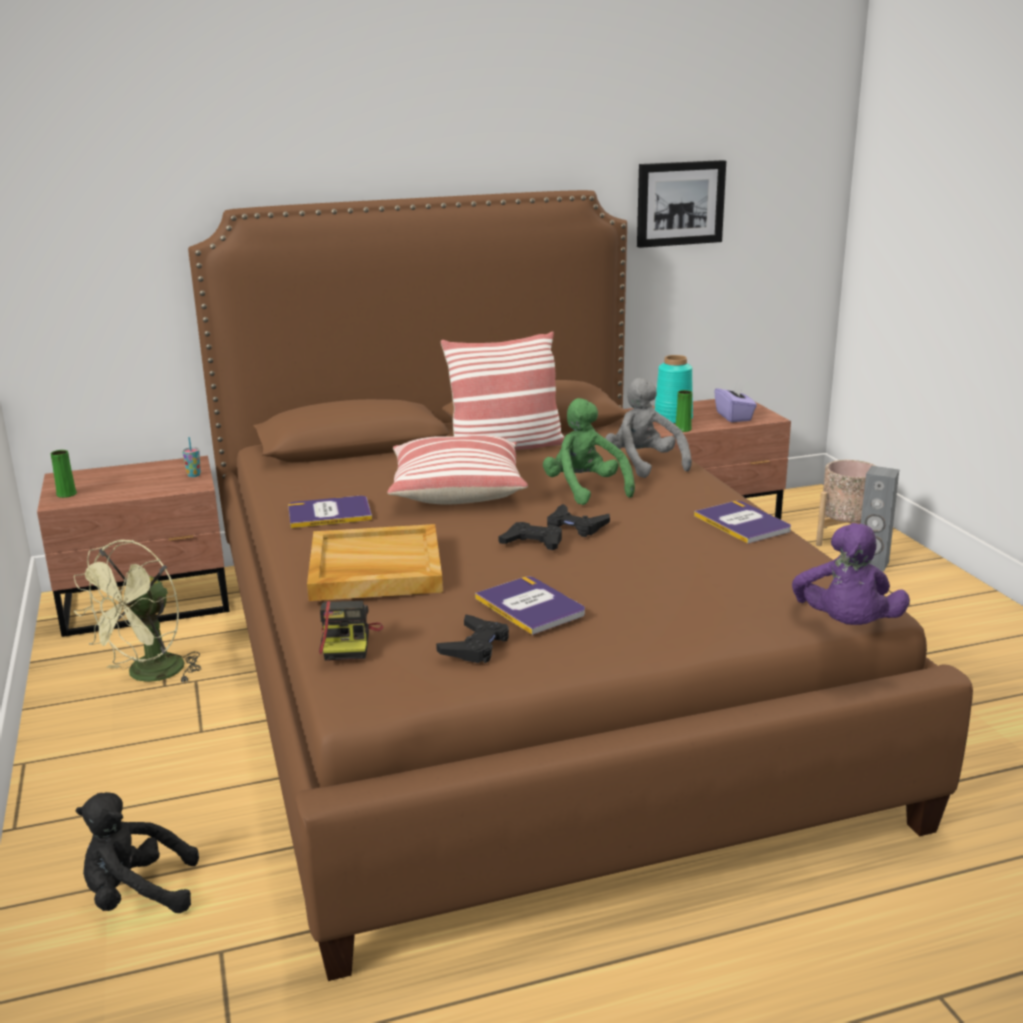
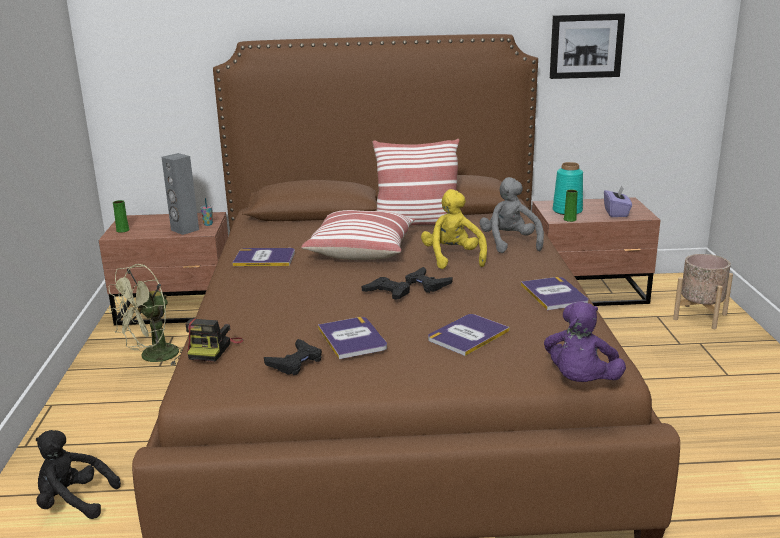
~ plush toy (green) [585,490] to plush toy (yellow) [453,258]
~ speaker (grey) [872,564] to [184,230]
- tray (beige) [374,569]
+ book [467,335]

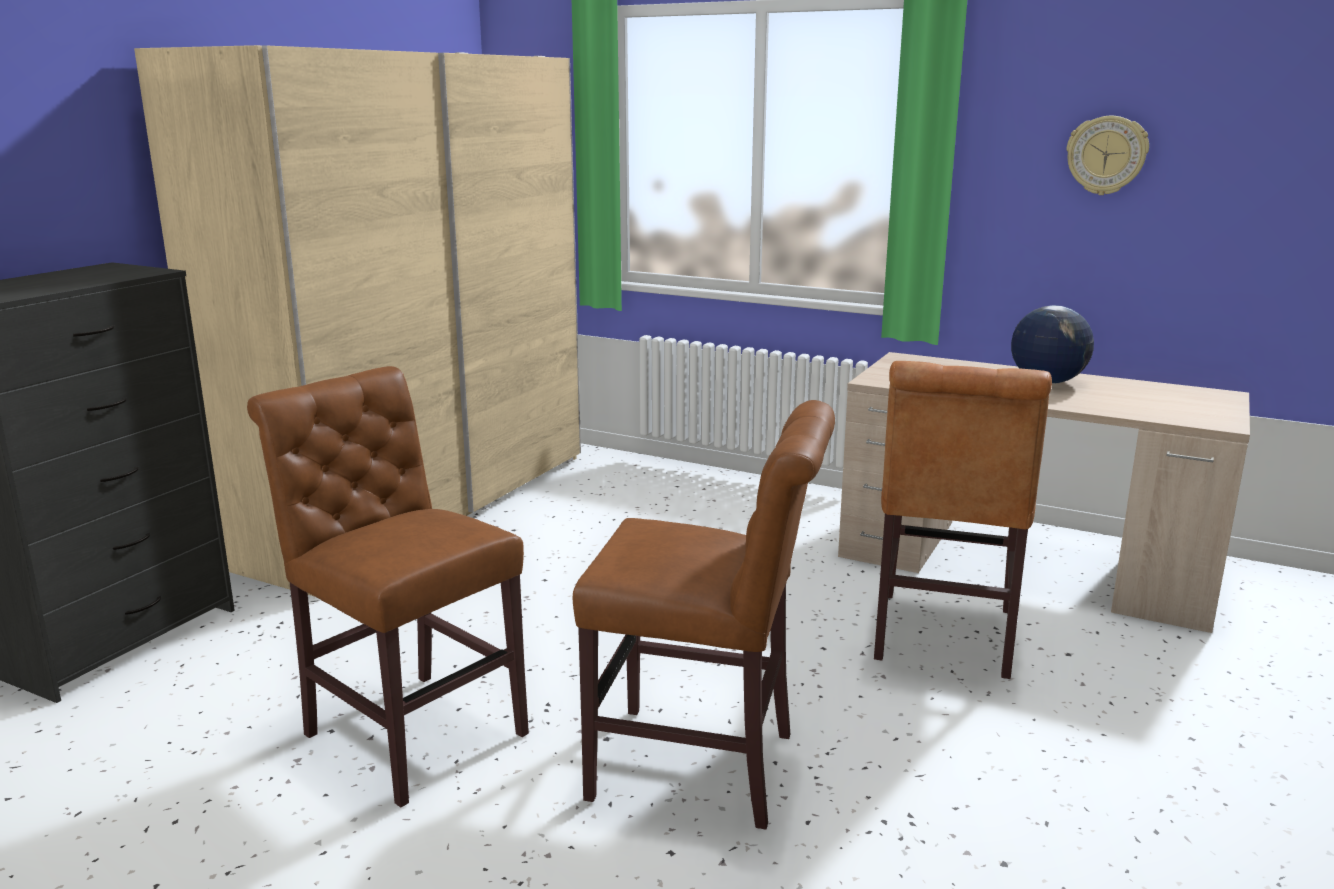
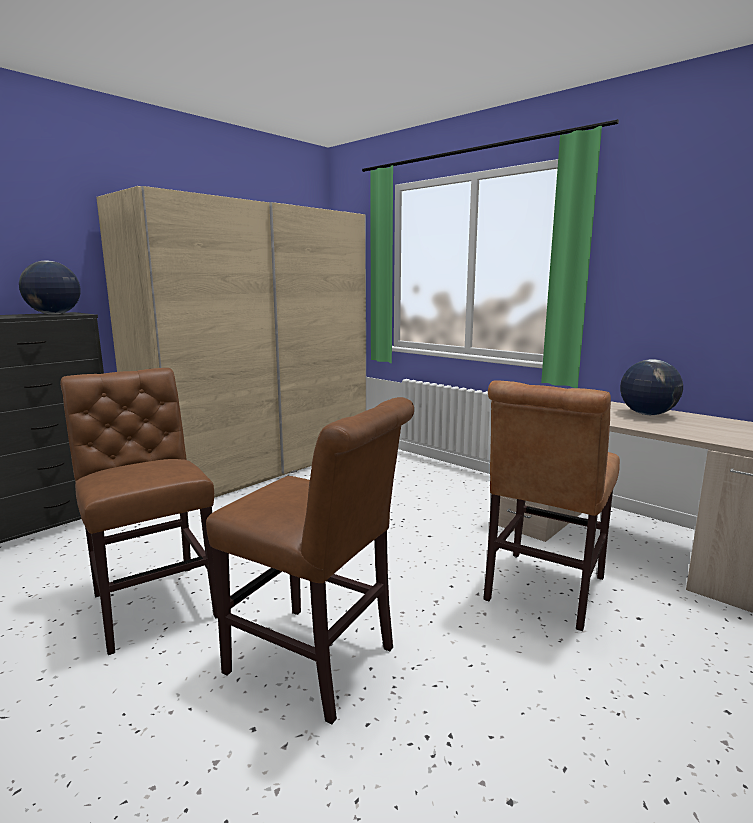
- wall clock [1106,155]
+ globe [53,314]

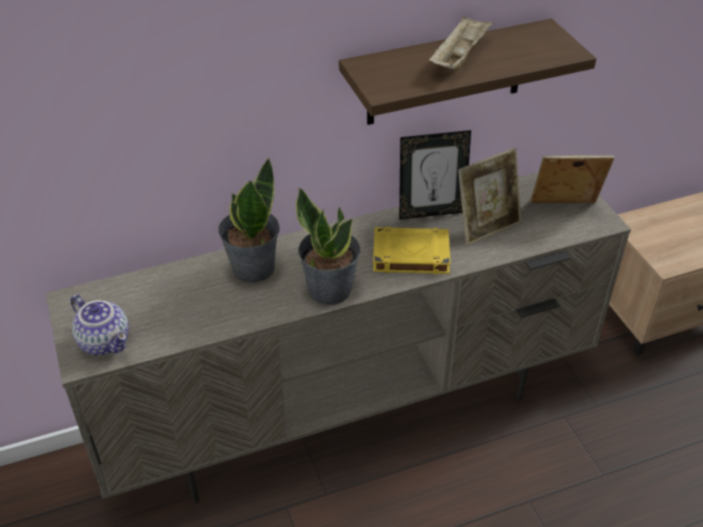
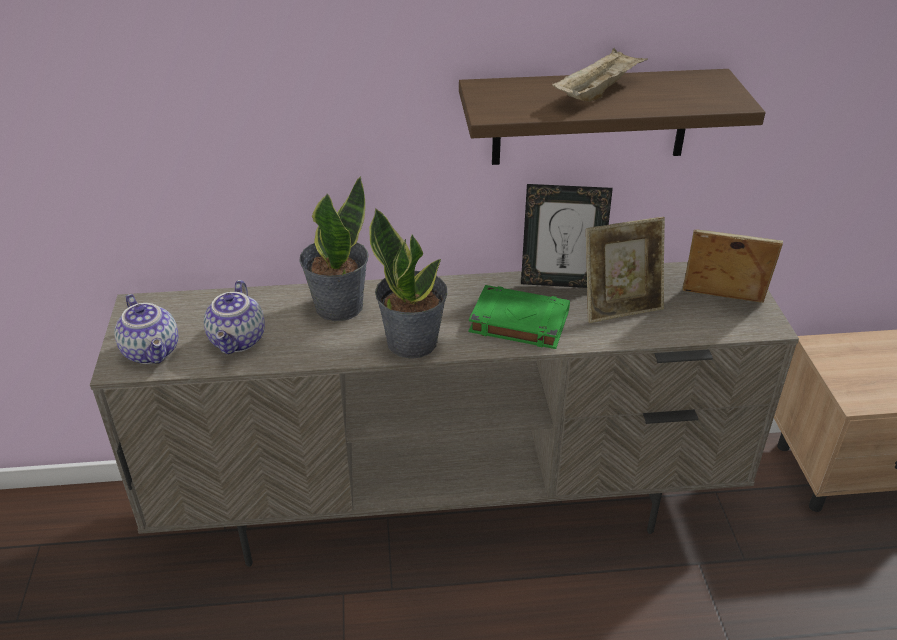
~ book (yellow) [410,255] to book (green) [518,322]
+ teapot [239,340]

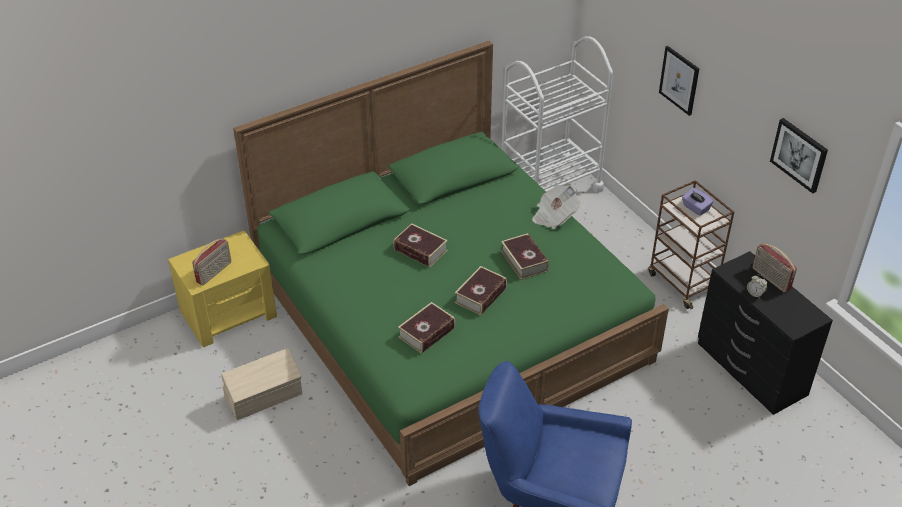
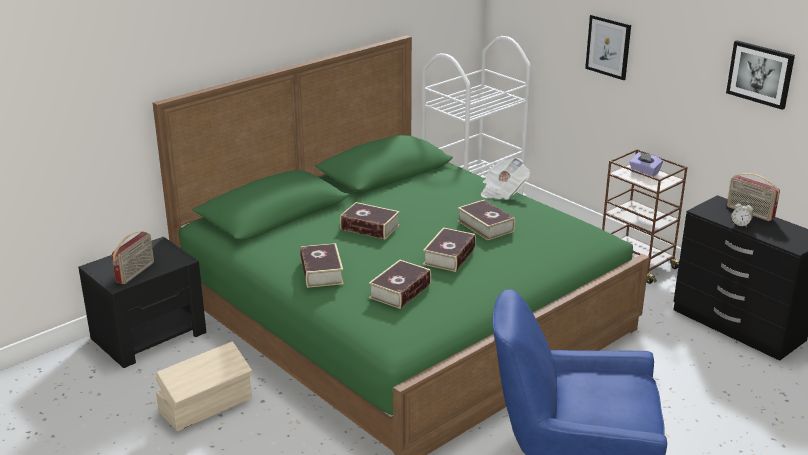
~ nightstand (yellow) [229,313] to nightstand (black) [149,335]
+ book [321,272]

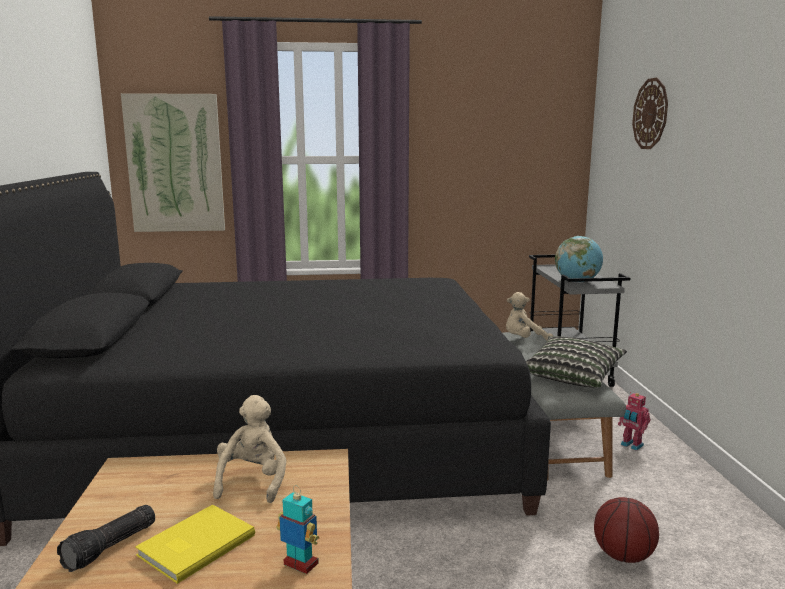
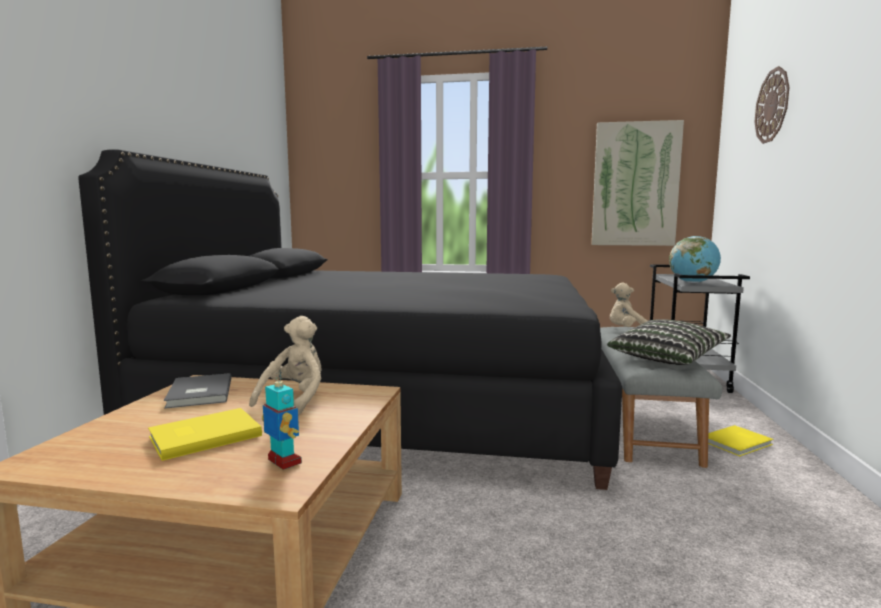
~ picture [175,163] to [635,184]
~ toy robot [631,445] to book (yellow) [738,443]
- basketball [622,555]
- flashlight [111,548]
+ book (grey) [198,394]

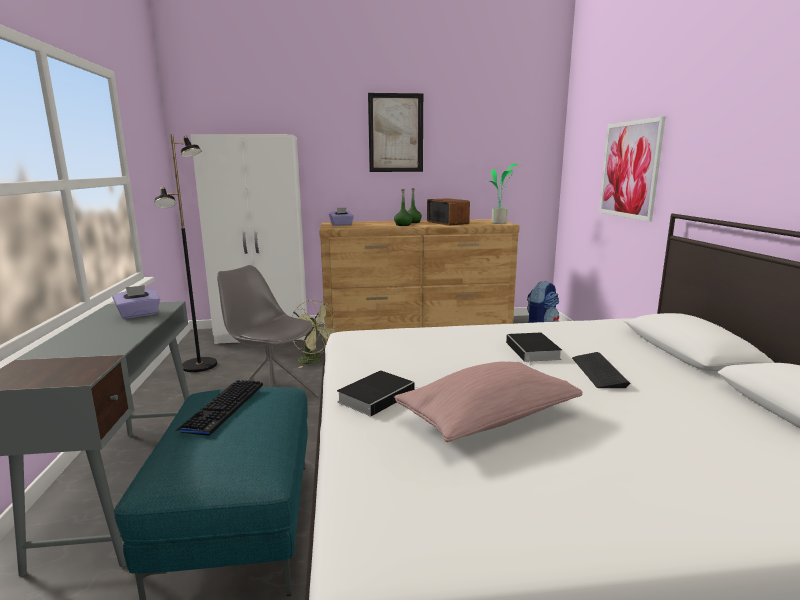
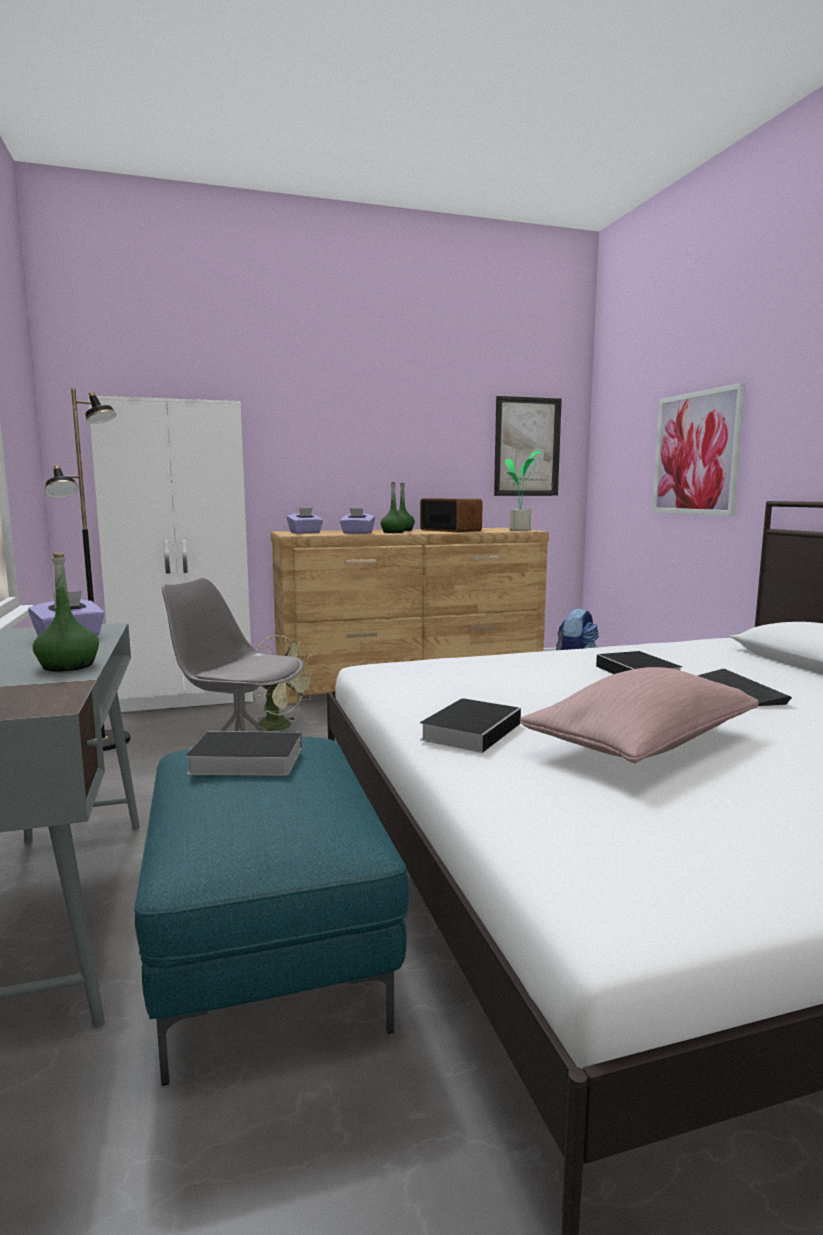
~ picture [395,133] to [527,447]
~ keyboard [223,407] to book [242,761]
+ tissue box (purple) [357,533]
+ bottle (green) [68,666]

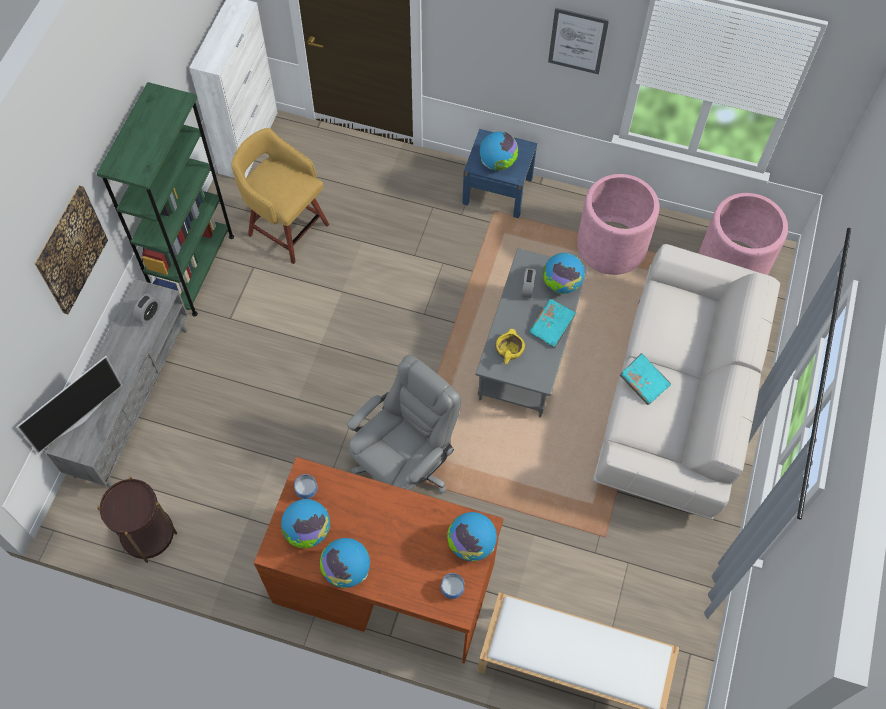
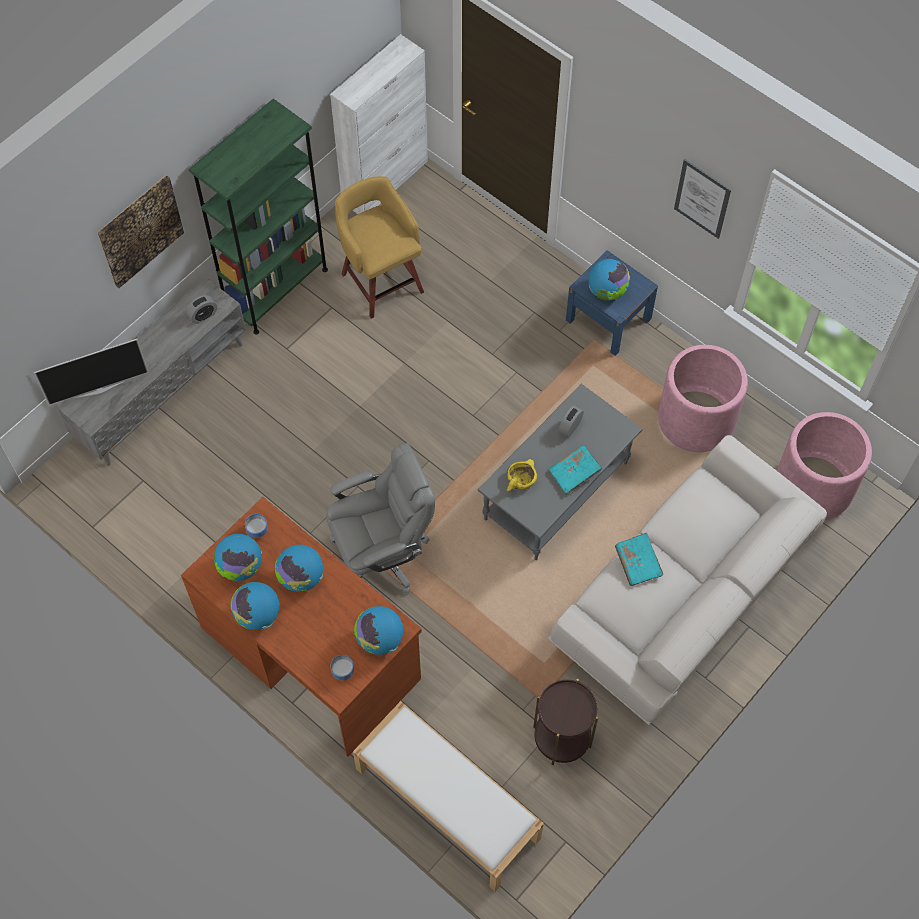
~ globe [561,284] to [301,578]
~ side table (brown) [148,535] to [562,737]

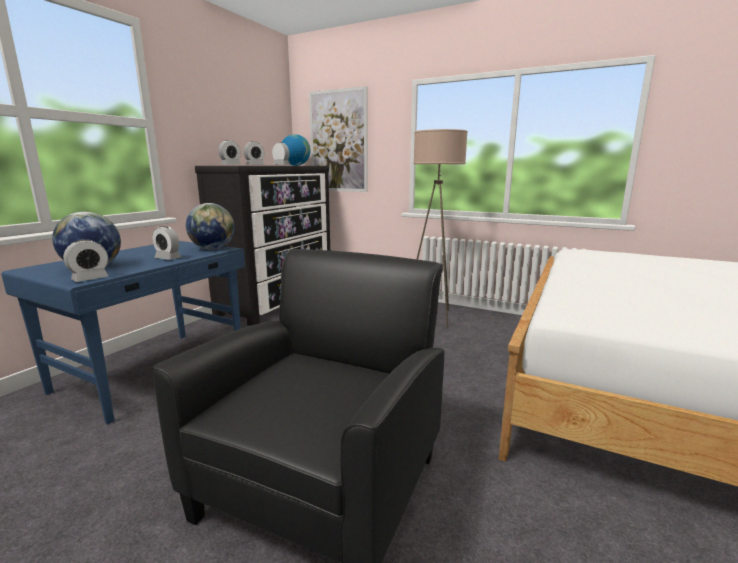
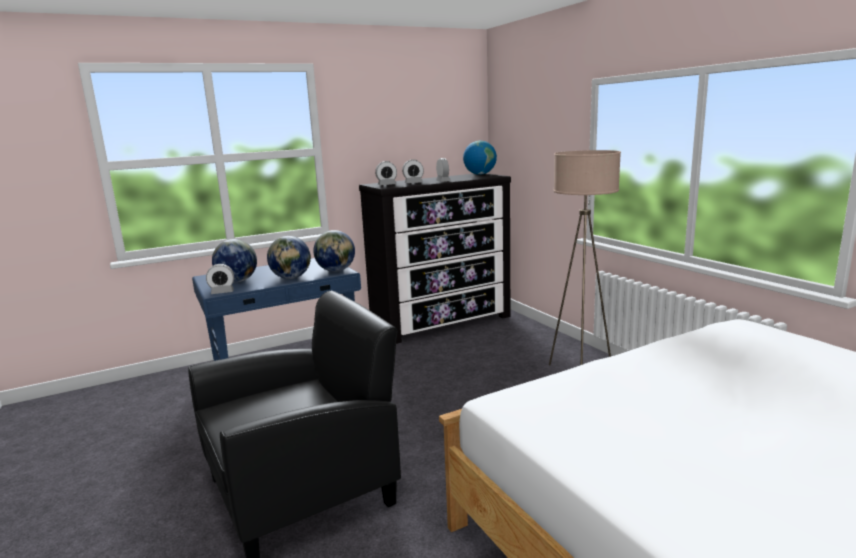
- picture [338,141]
~ alarm clock [168,258] to globe [291,278]

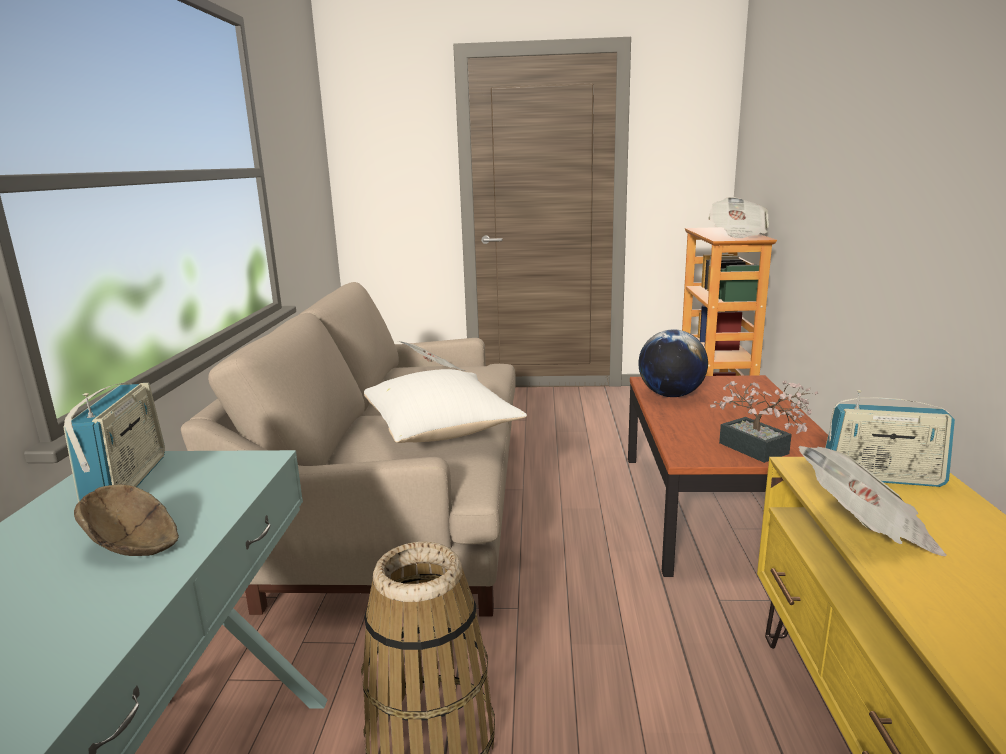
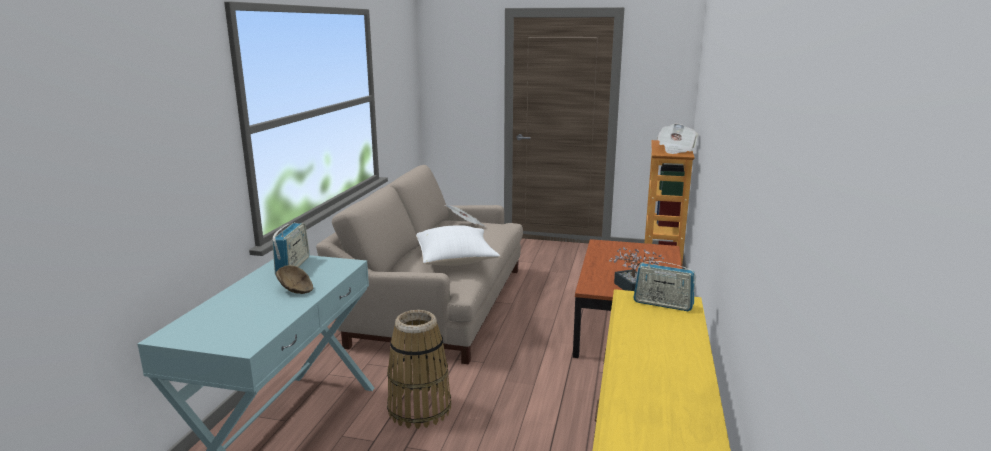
- globe [671,395]
- newspaper [866,530]

